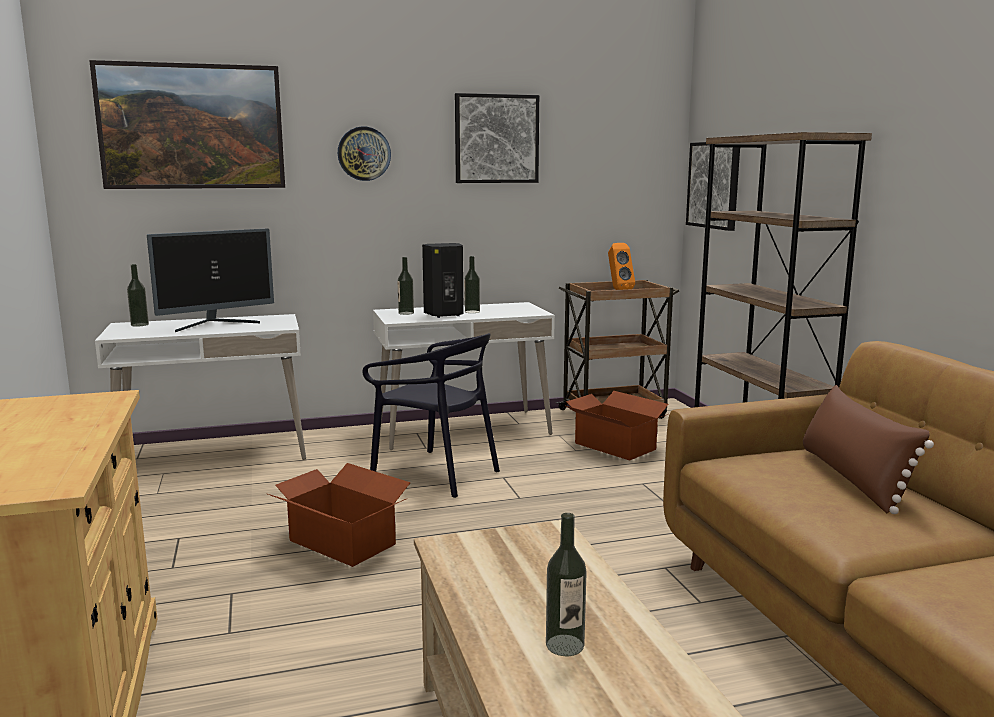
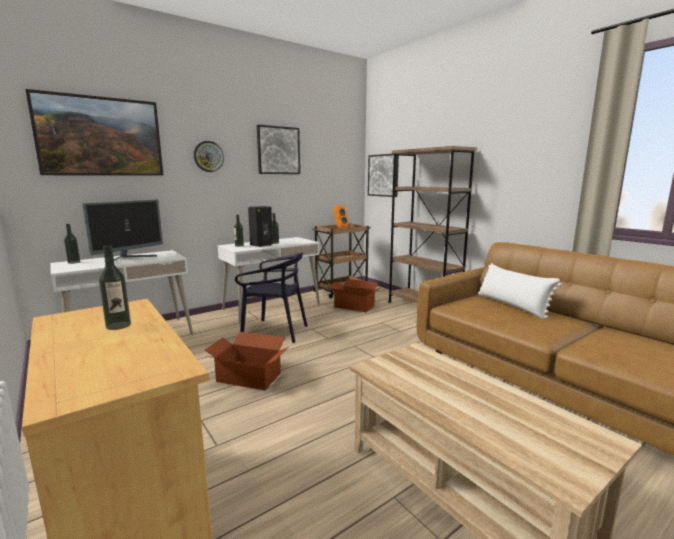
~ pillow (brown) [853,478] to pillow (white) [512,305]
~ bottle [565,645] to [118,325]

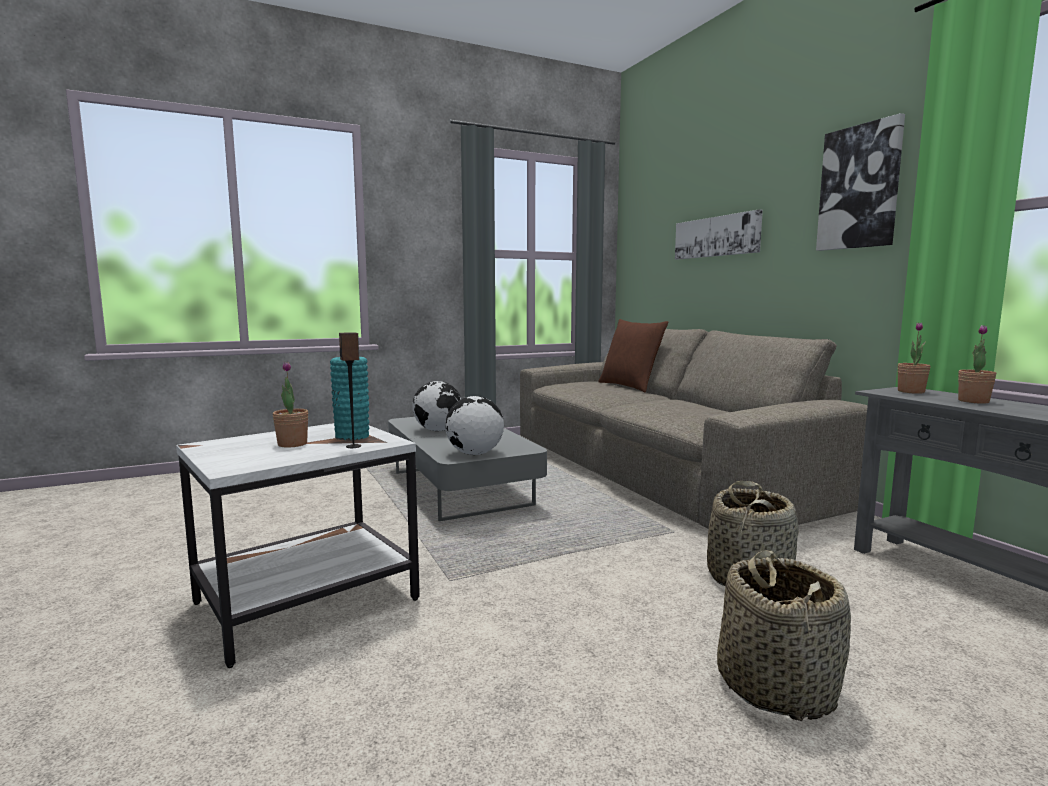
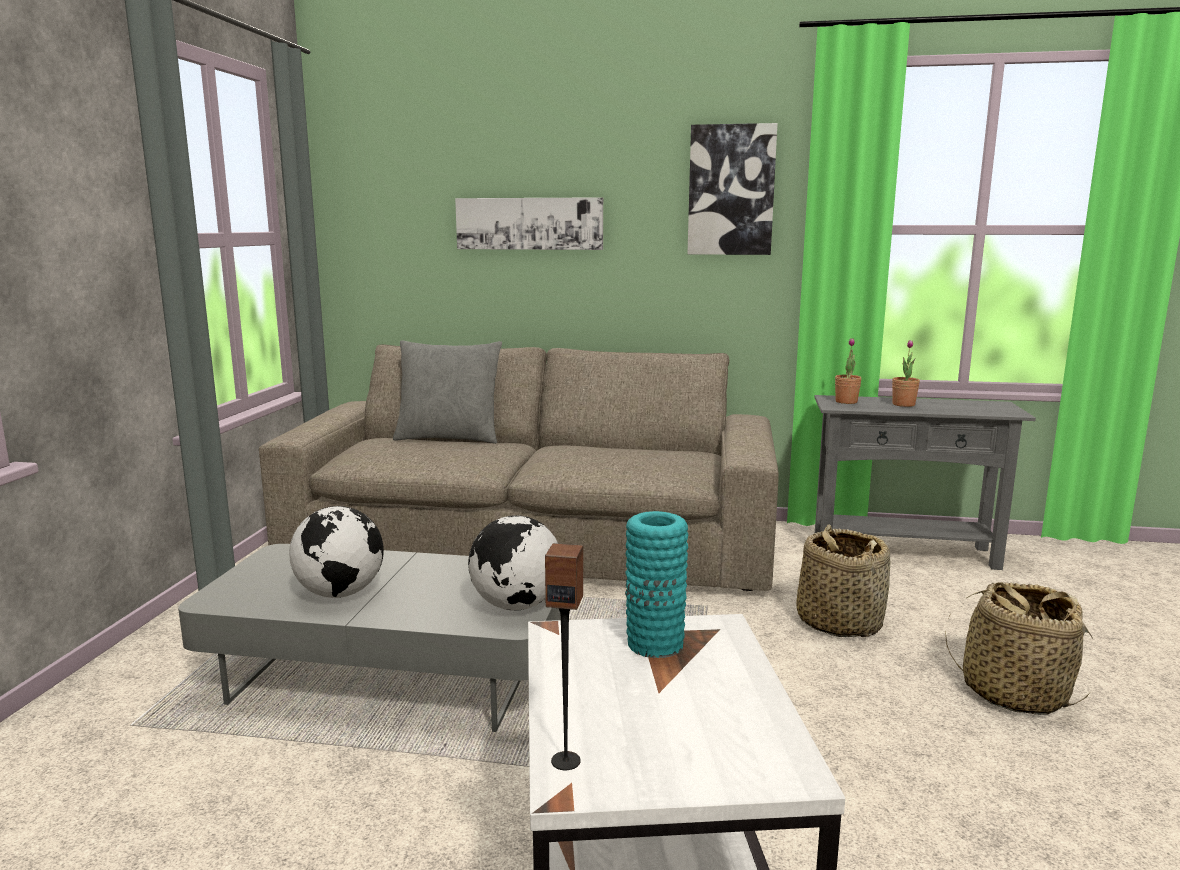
~ pillow (brown) [630,386] to pillow (grey) [449,438]
~ speaker [354,446] to [566,760]
- potted plant [292,444]

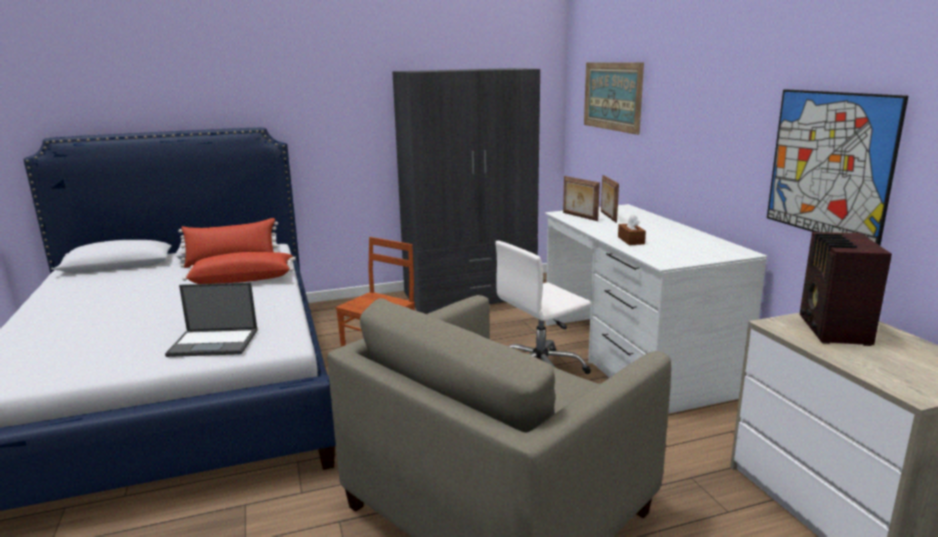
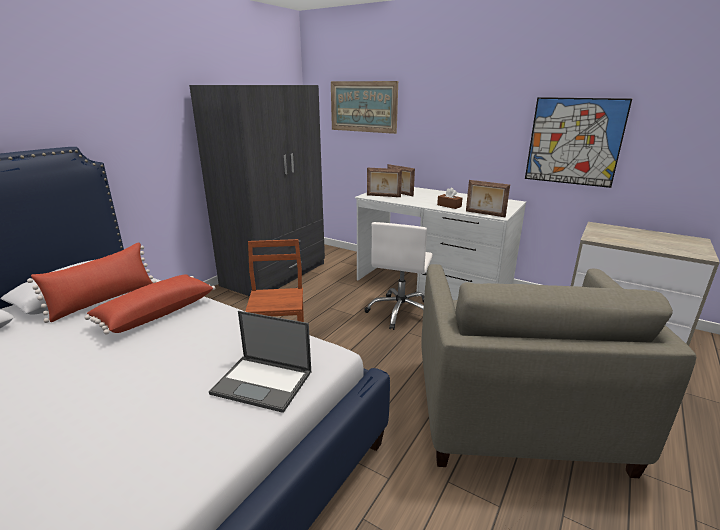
- radio [833,330]
~ laptop [215,343] = [263,382] 60 degrees clockwise
+ picture frame [485,214]

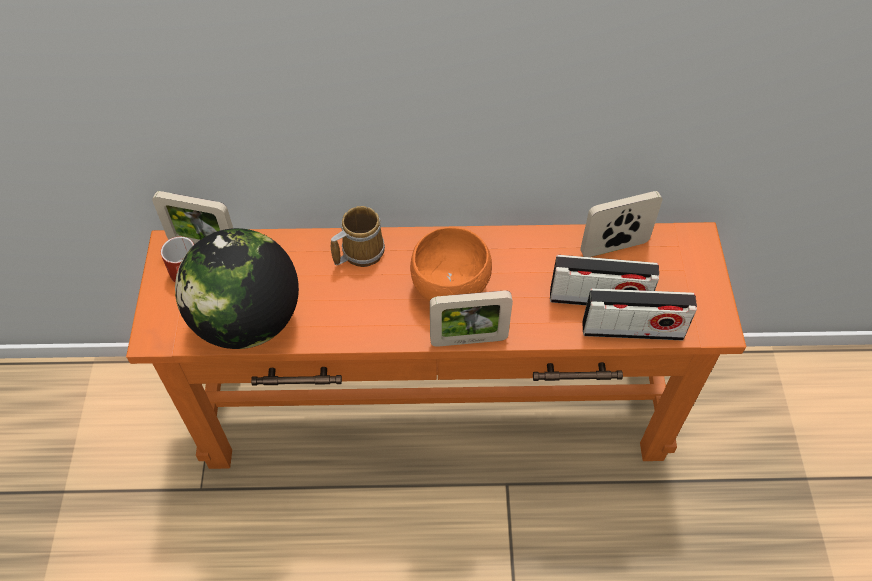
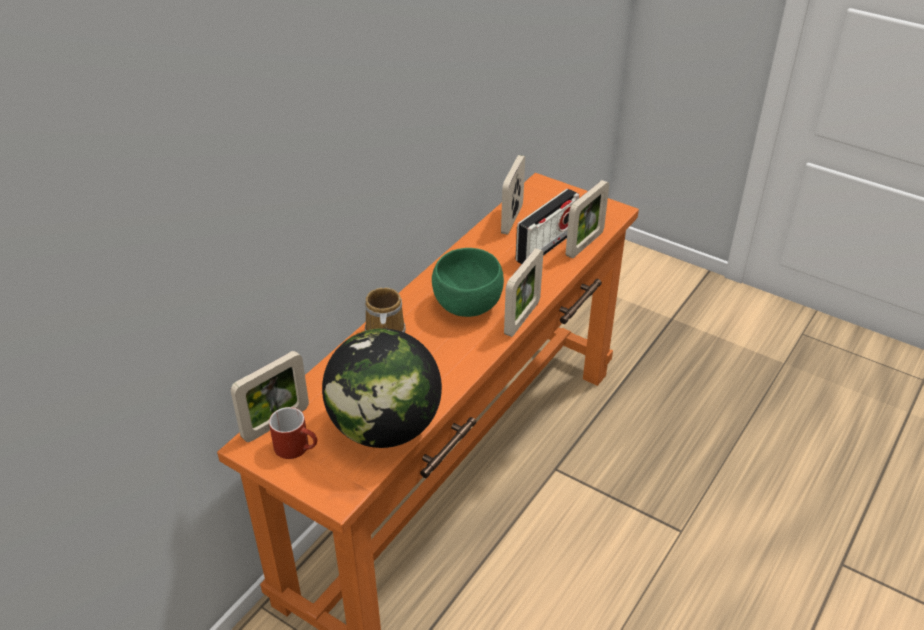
~ bowl (orange) [449,286] to bowl (green) [466,306]
~ radio [632,330] to picture frame [584,244]

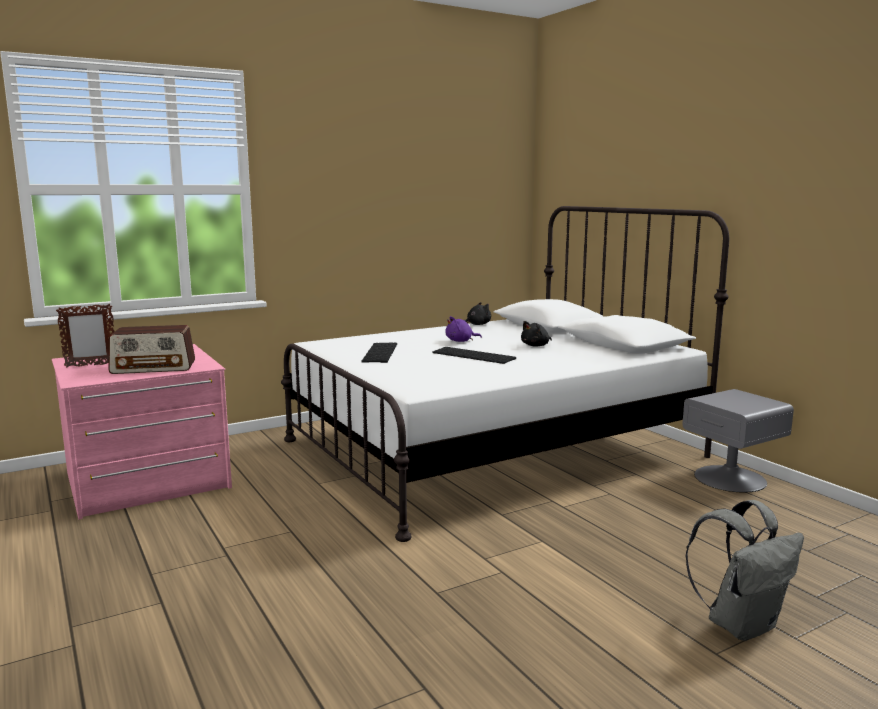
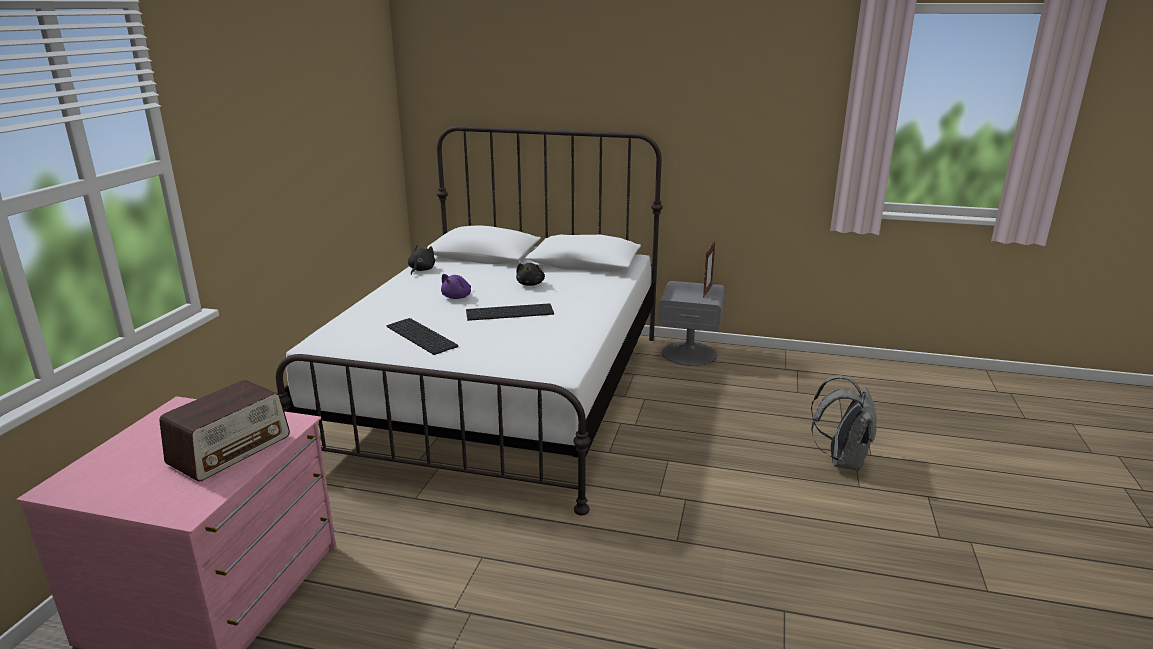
~ picture frame [90,365] to [707,292]

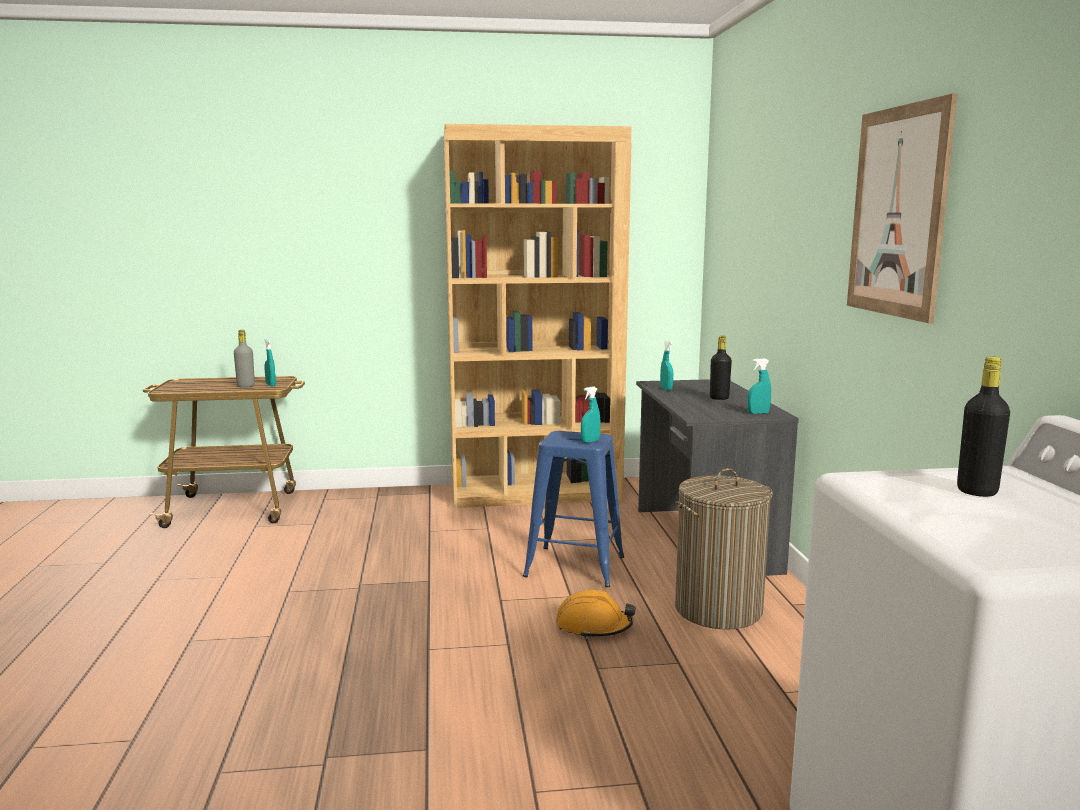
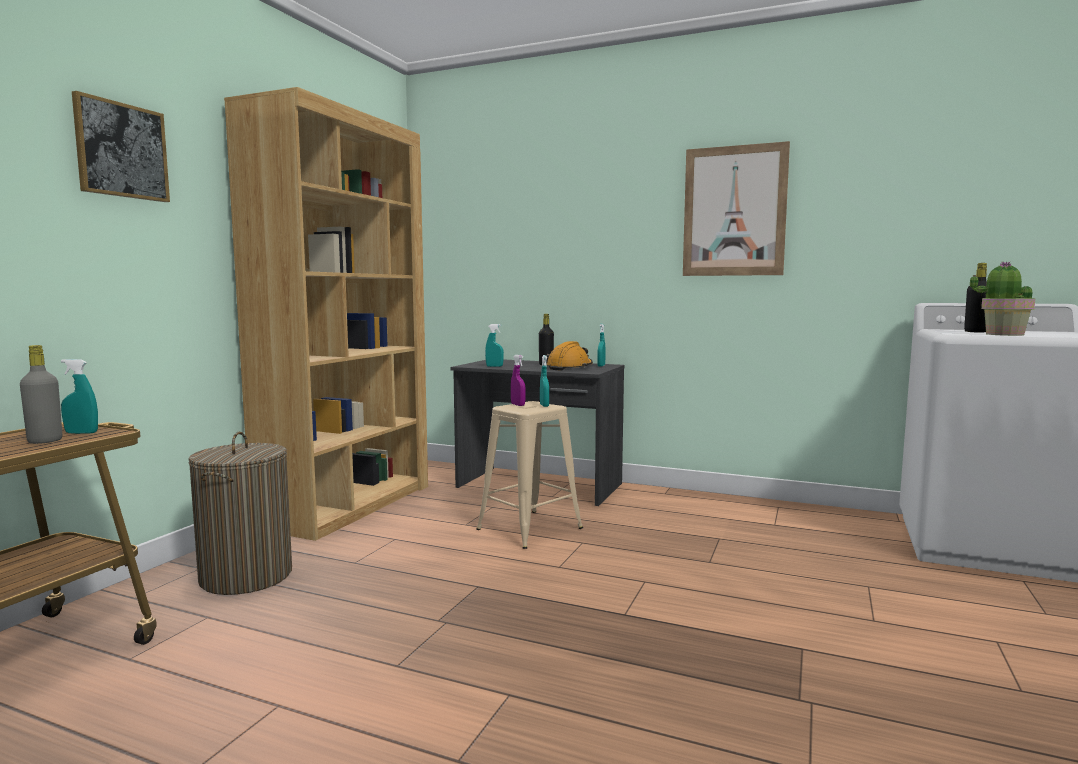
~ stool (blue) [575,566] to stool (beige) [529,529]
~ laundry basket [718,609] to [246,576]
~ hard hat (orange) [593,627] to [569,367]
+ picture [121,150]
+ potted plant [1003,334]
+ spray bottle (purple) [518,405]

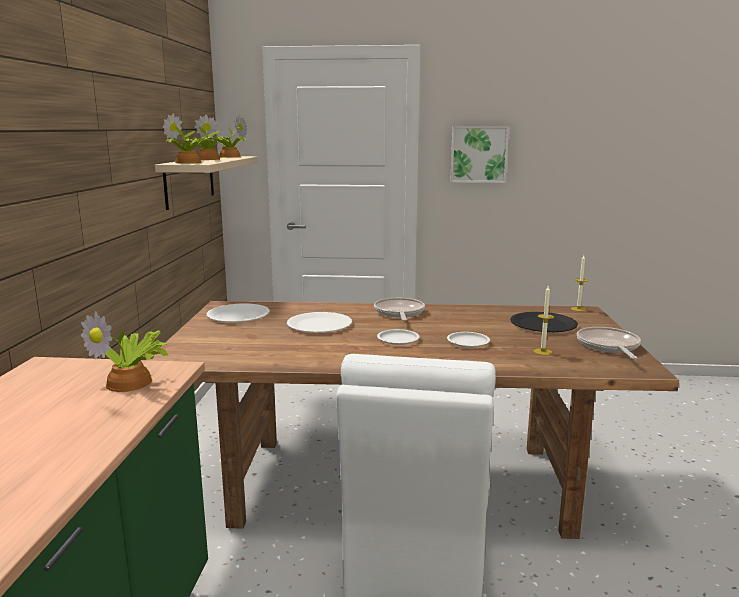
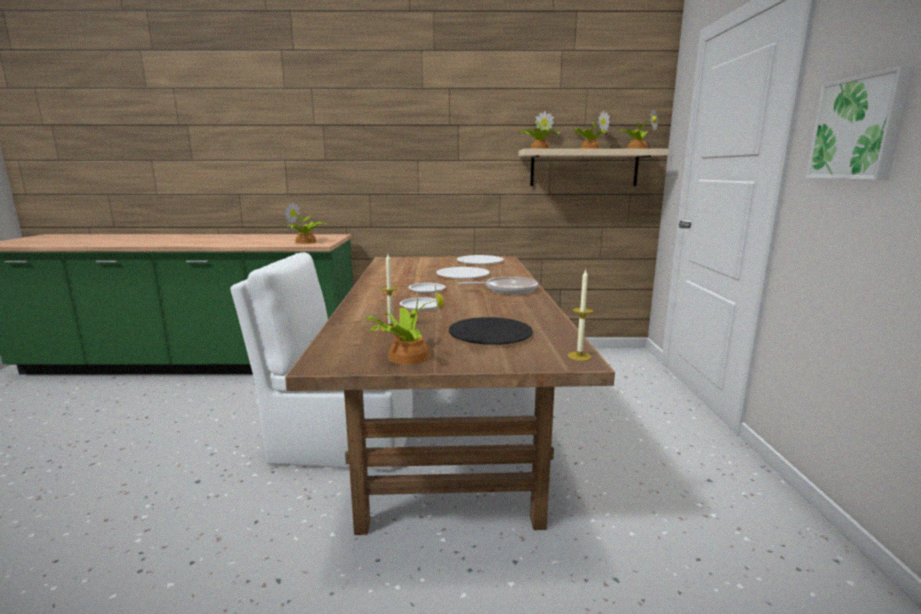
~ frying pan [608,346] to potted plant [406,355]

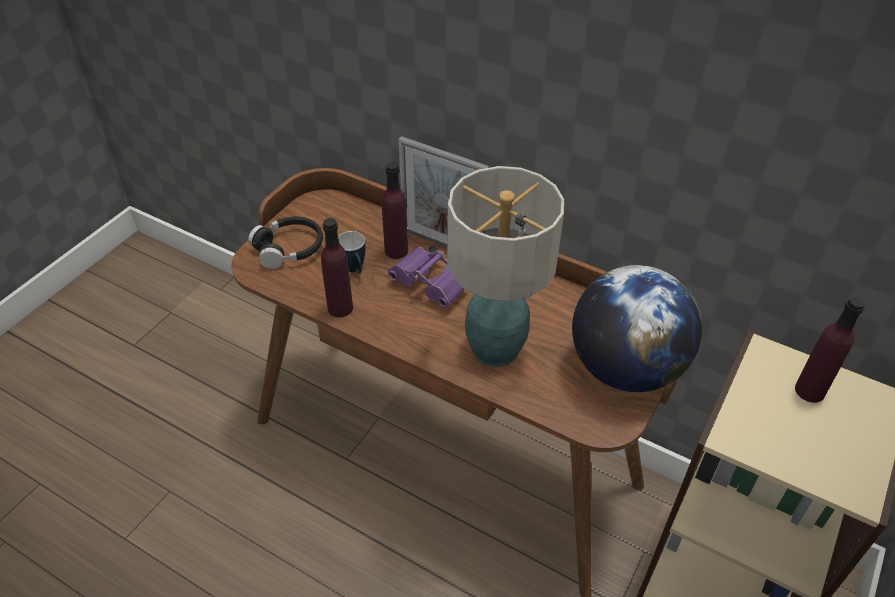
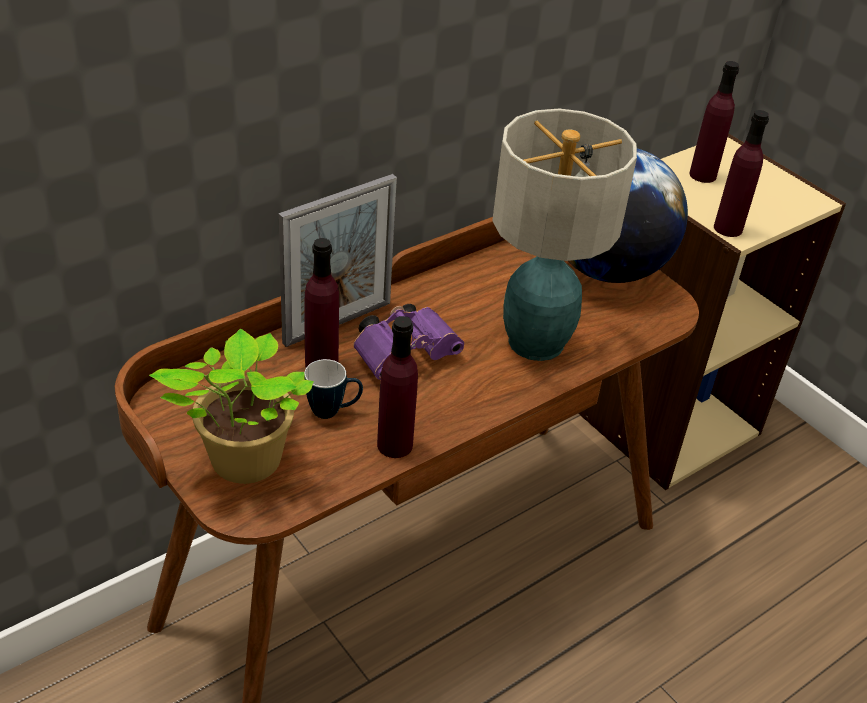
~ headphones (black) [289,249] to potted plant [241,463]
+ bottle (purple) [728,228]

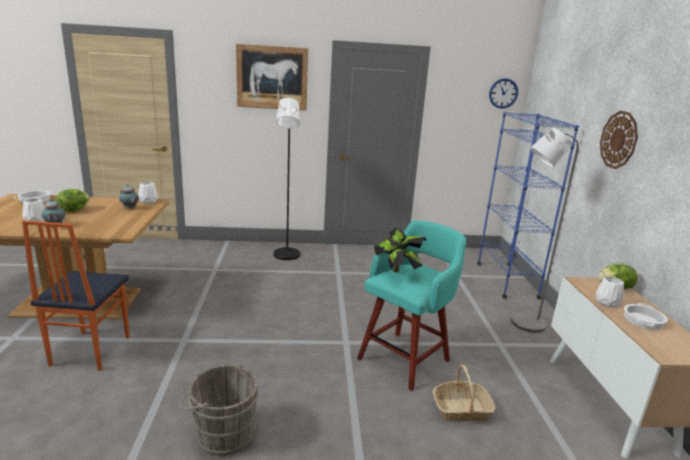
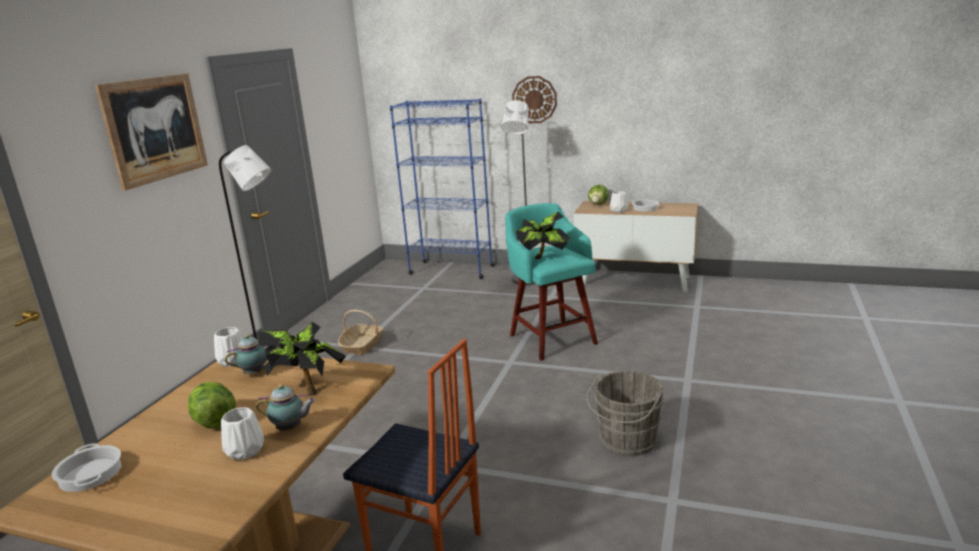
- wall clock [503,93]
~ basket [461,410] to [362,345]
+ potted plant [307,389]

